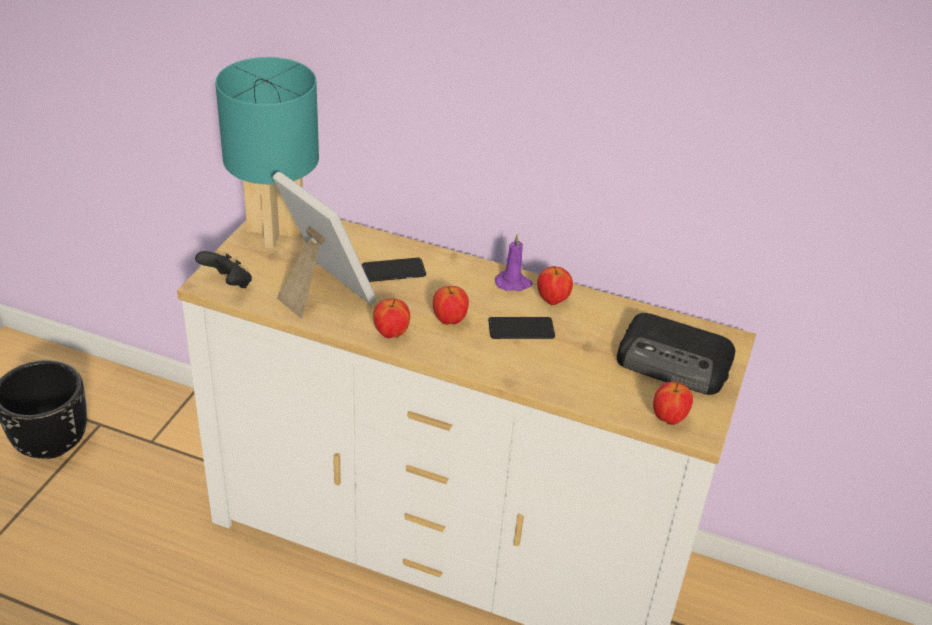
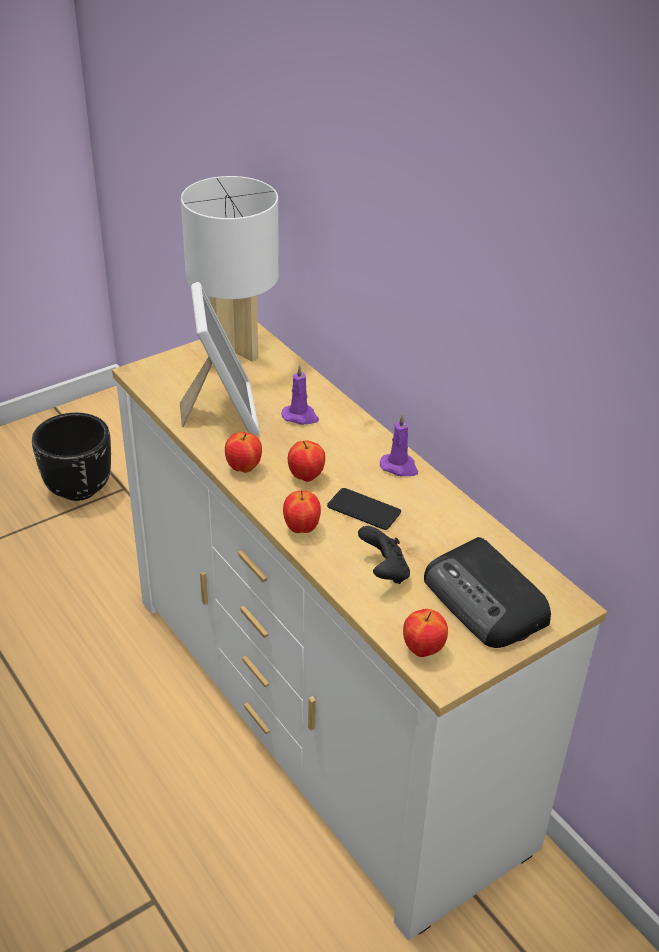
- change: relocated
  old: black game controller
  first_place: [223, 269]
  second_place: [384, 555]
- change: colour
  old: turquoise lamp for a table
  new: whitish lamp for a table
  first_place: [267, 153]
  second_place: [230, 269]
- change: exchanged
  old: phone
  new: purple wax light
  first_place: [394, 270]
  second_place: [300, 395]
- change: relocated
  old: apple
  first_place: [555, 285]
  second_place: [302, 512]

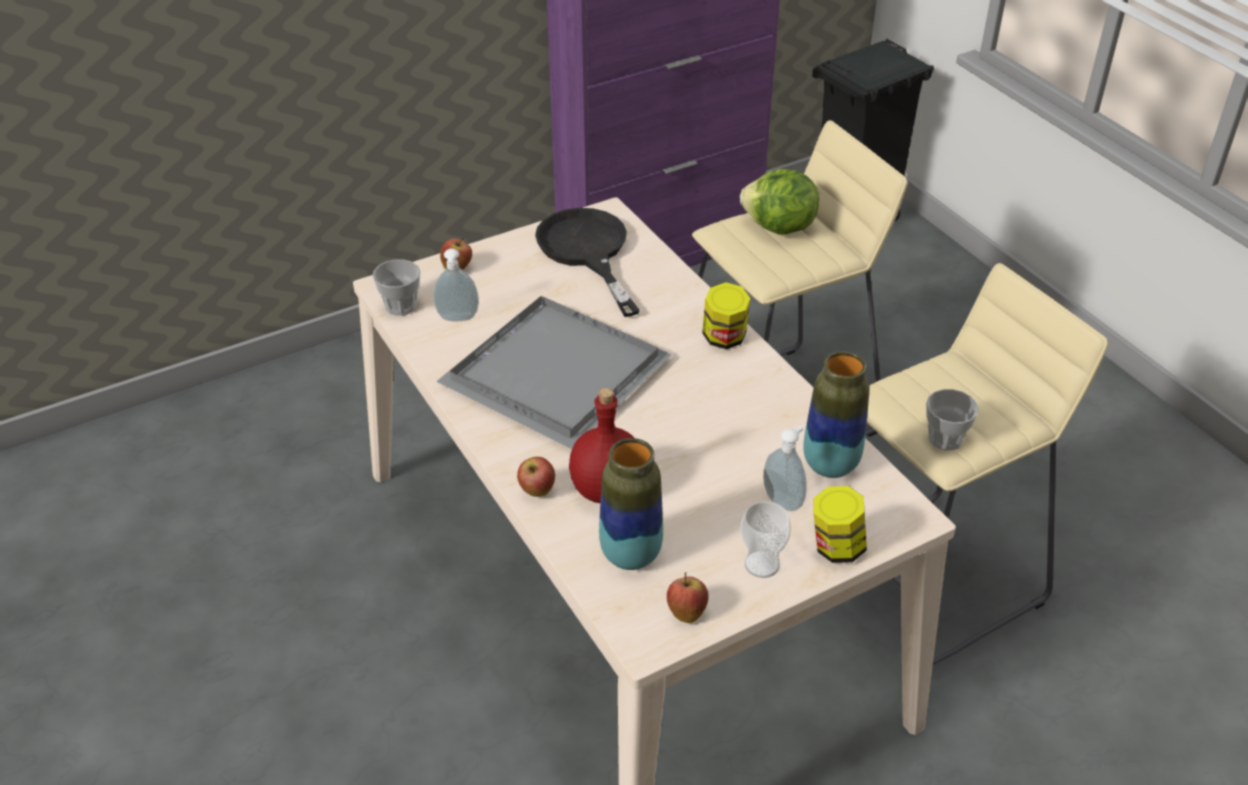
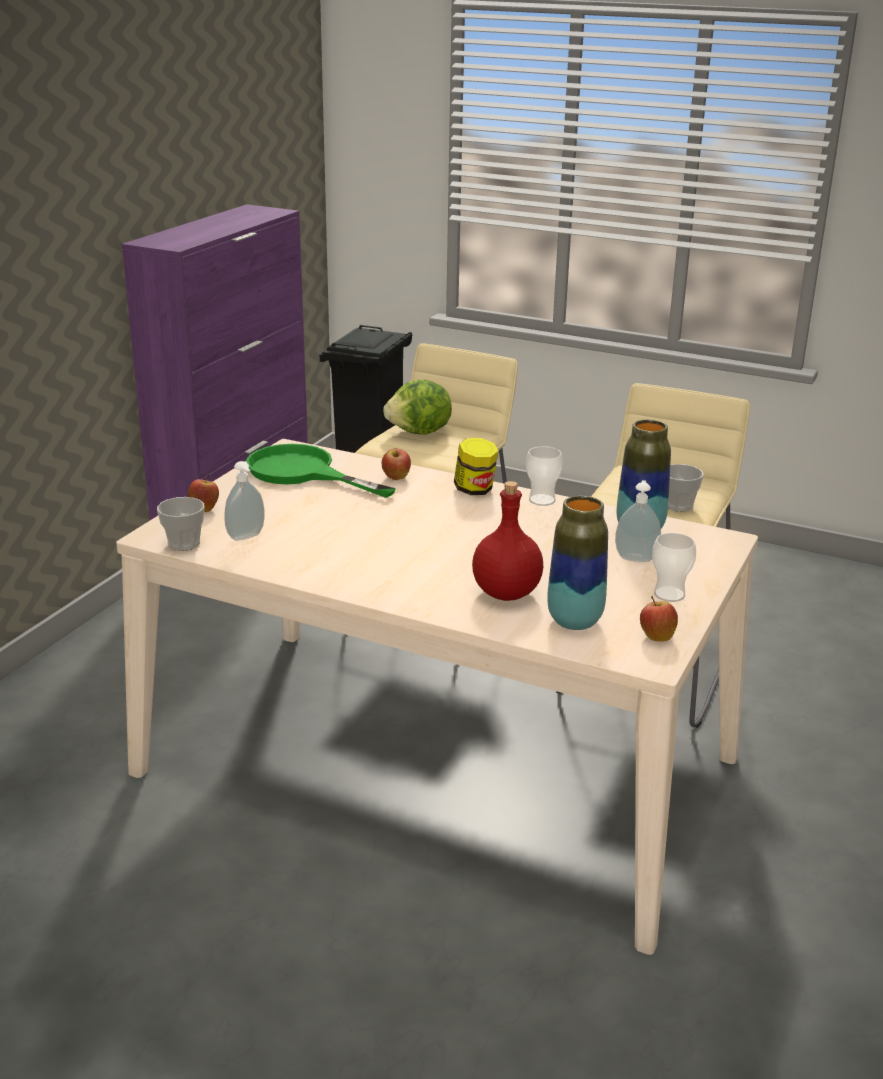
- change: missing
  old: gray serving tray
  first_place: [554, 372]
- change: relocated
  old: apple
  first_place: [536, 477]
  second_place: [396, 464]
- change: colour
  old: black pan
  new: greenish pan
  first_place: [587, 262]
  second_place: [321, 471]
- change: missing
  old: jar
  first_place: [840, 524]
- change: appeared
  new: drinking cup
  second_place: [544, 476]

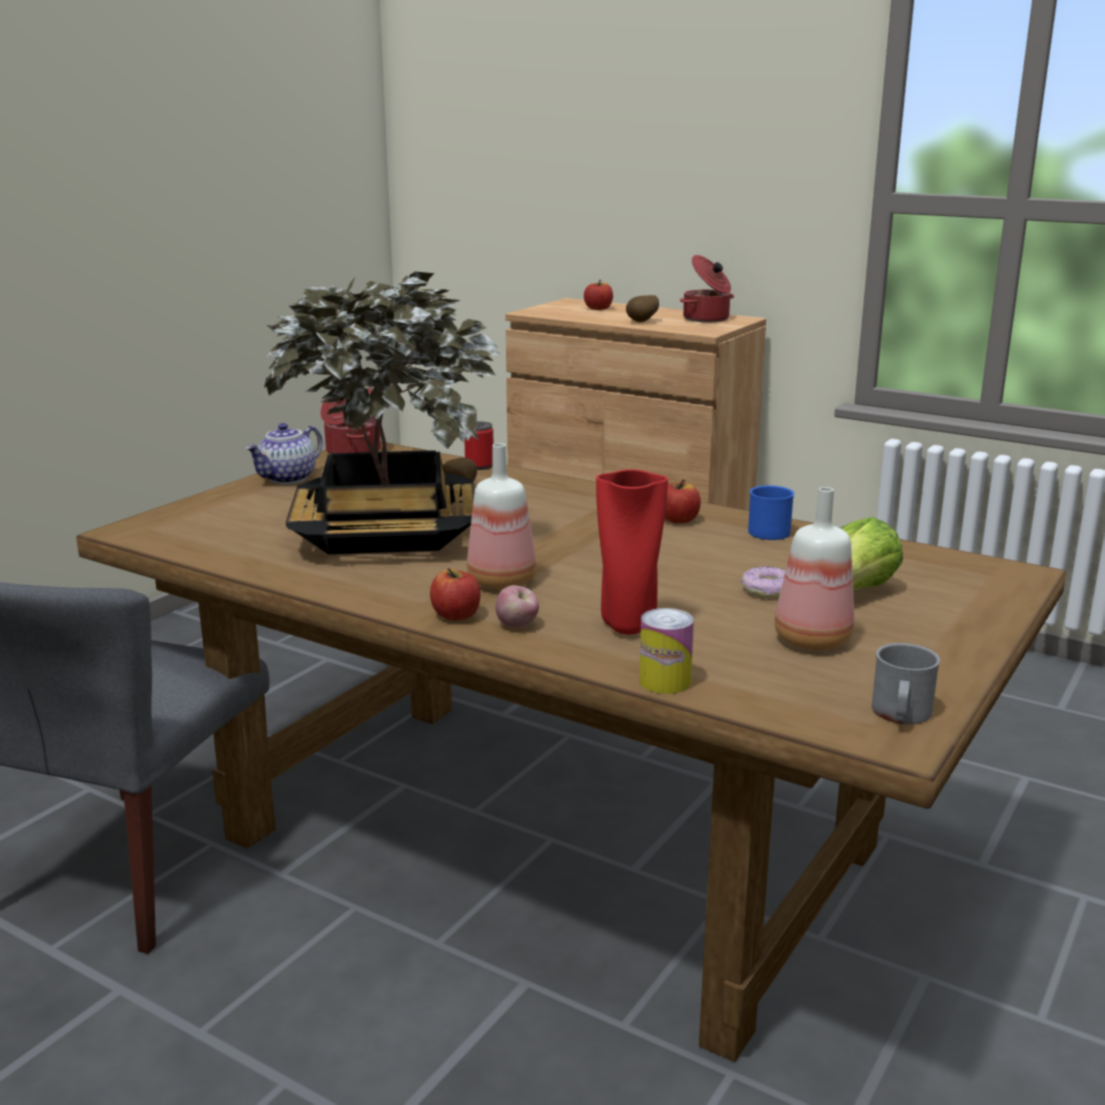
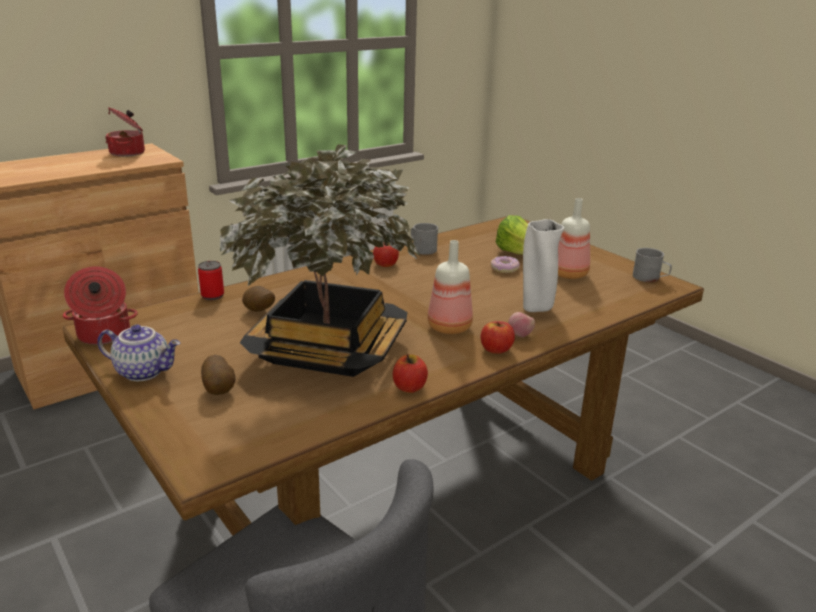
- change: spun
  old: teapot
  first_place: [284, 453]
  second_place: [138, 352]
  degrees: -45
- change: relocated
  old: apple
  first_place: [598, 295]
  second_place: [410, 373]
- change: colour
  old: red decorative vase
  new: whitish decorative vase
  first_place: [632, 552]
  second_place: [543, 265]
- change: relocated
  old: potato
  first_place: [642, 308]
  second_place: [218, 375]
- change: missing
  old: metal can
  first_place: [666, 651]
- change: colour
  old: bluish coffee mug
  new: gray coffee mug
  first_place: [771, 512]
  second_place: [424, 239]

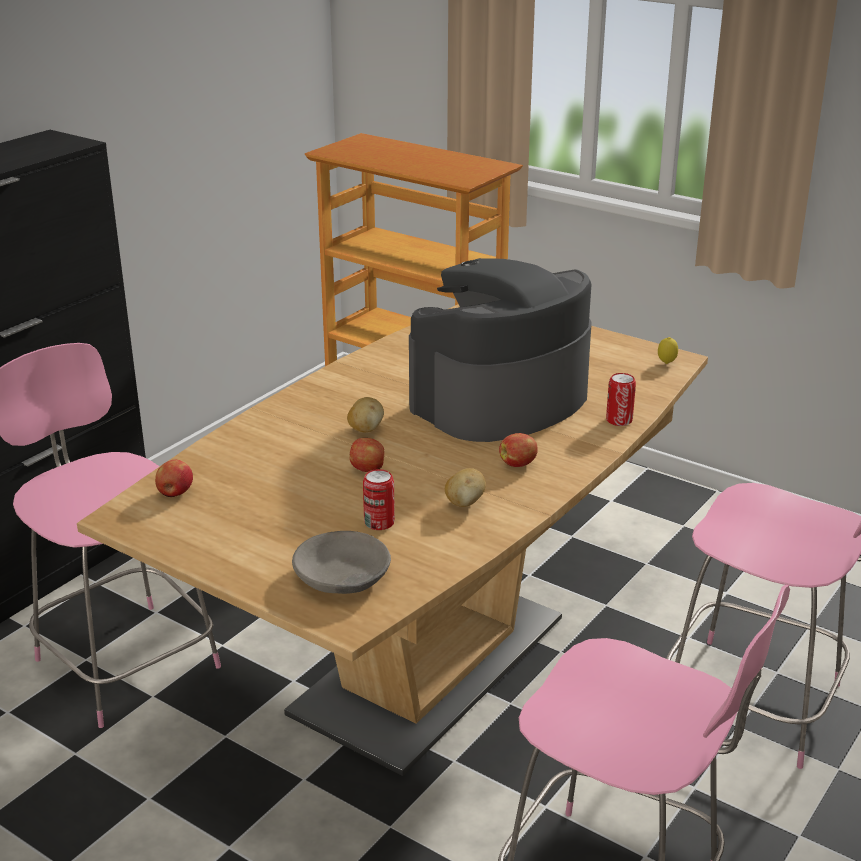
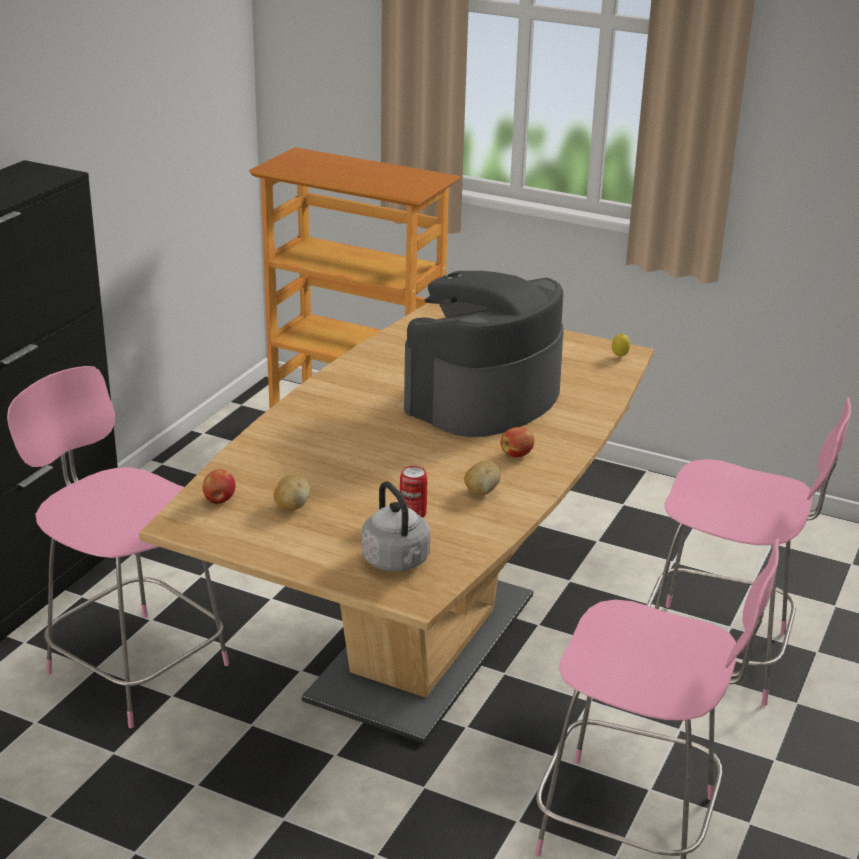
- change: exchanged
  old: gray serving bowl
  new: gray kettle
  first_place: [341, 562]
  second_place: [396, 526]
- change: relocated
  old: potato
  first_place: [365, 414]
  second_place: [291, 492]
- change: missing
  old: apple
  first_place: [366, 455]
- change: missing
  old: metal can
  first_place: [621, 399]

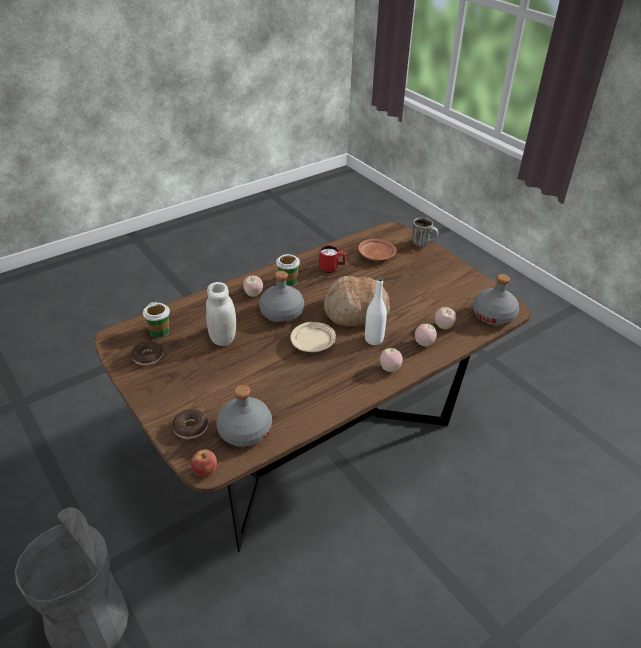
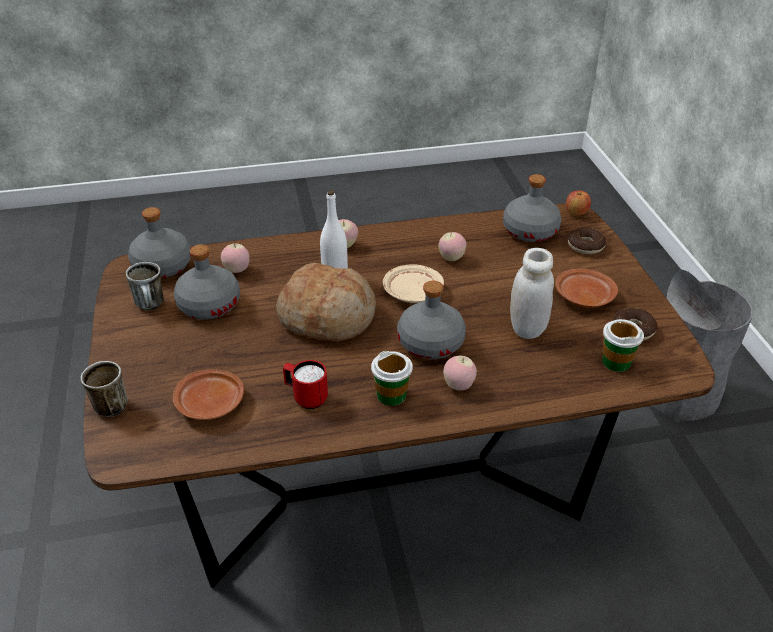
- change: relocated
  old: apple
  first_place: [426, 335]
  second_place: [452, 246]
- change: appeared
  new: coffee mug
  second_place: [145, 286]
- change: appeared
  new: gray beverage bottle
  second_place: [207, 282]
- change: appeared
  new: brown flat dish
  second_place: [586, 288]

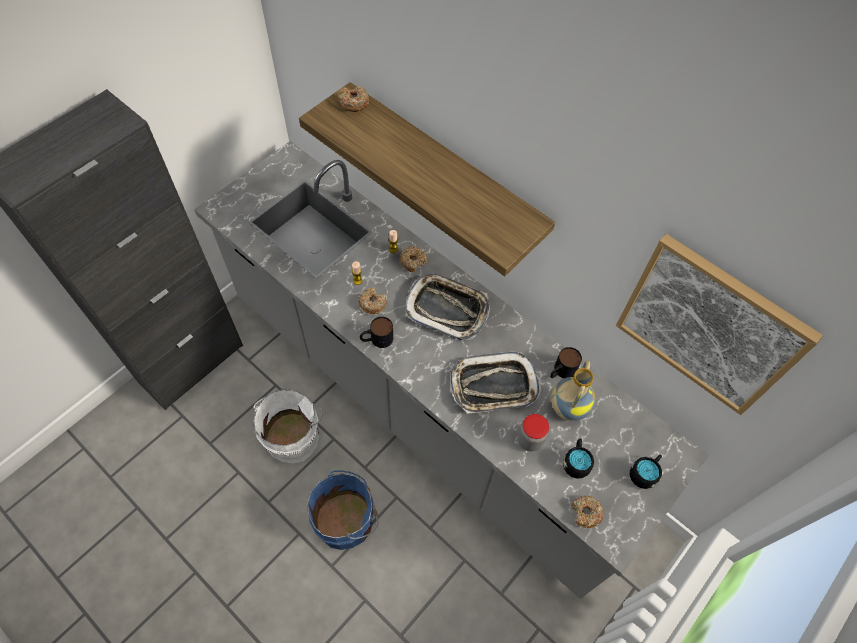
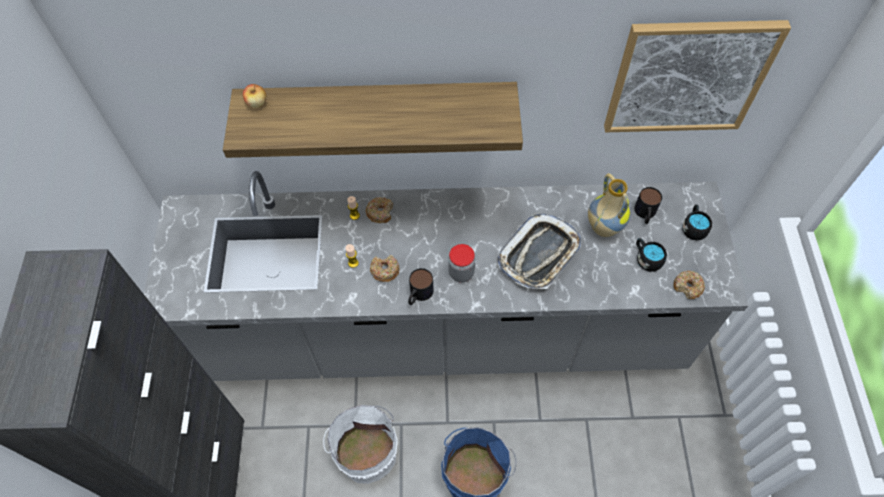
- change: exchanged
  old: donut
  new: apple
  first_place: [354, 99]
  second_place: [255, 96]
- change: missing
  old: serving tray
  first_place: [448, 307]
- change: relocated
  old: jar
  first_place: [533, 432]
  second_place: [461, 263]
- change: relocated
  old: coffee mug
  first_place: [566, 362]
  second_place: [648, 205]

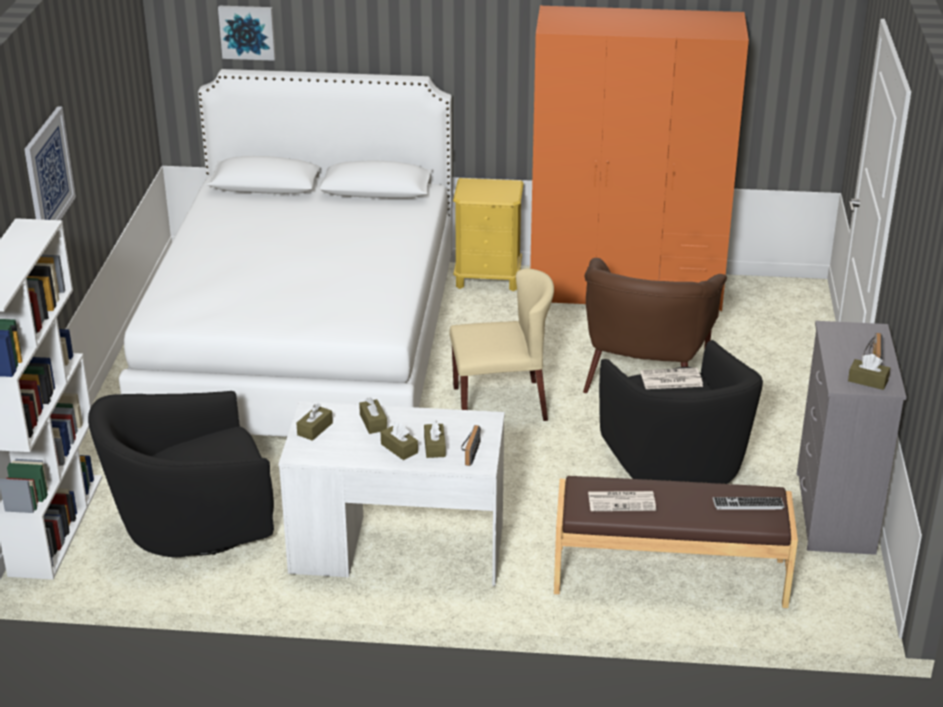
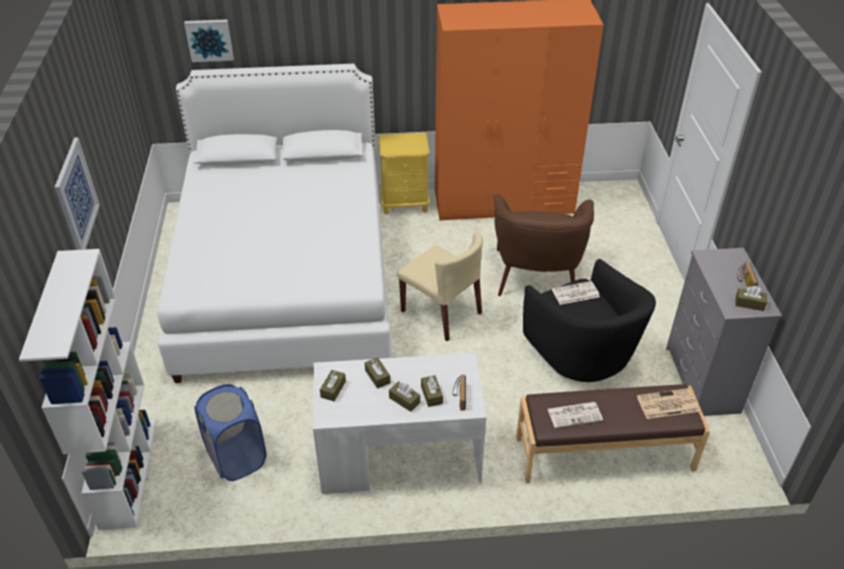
- change: exchanged
  old: black easy chair
  new: bluish washing basket
  first_place: [181, 474]
  second_place: [231, 432]
- change: spun
  old: beige-coloured chair
  first_place: [501, 344]
  second_place: [440, 287]
  degrees: 60
- change: exchanged
  old: computer keyboard
  new: daily paper
  first_place: [749, 503]
  second_place: [668, 403]

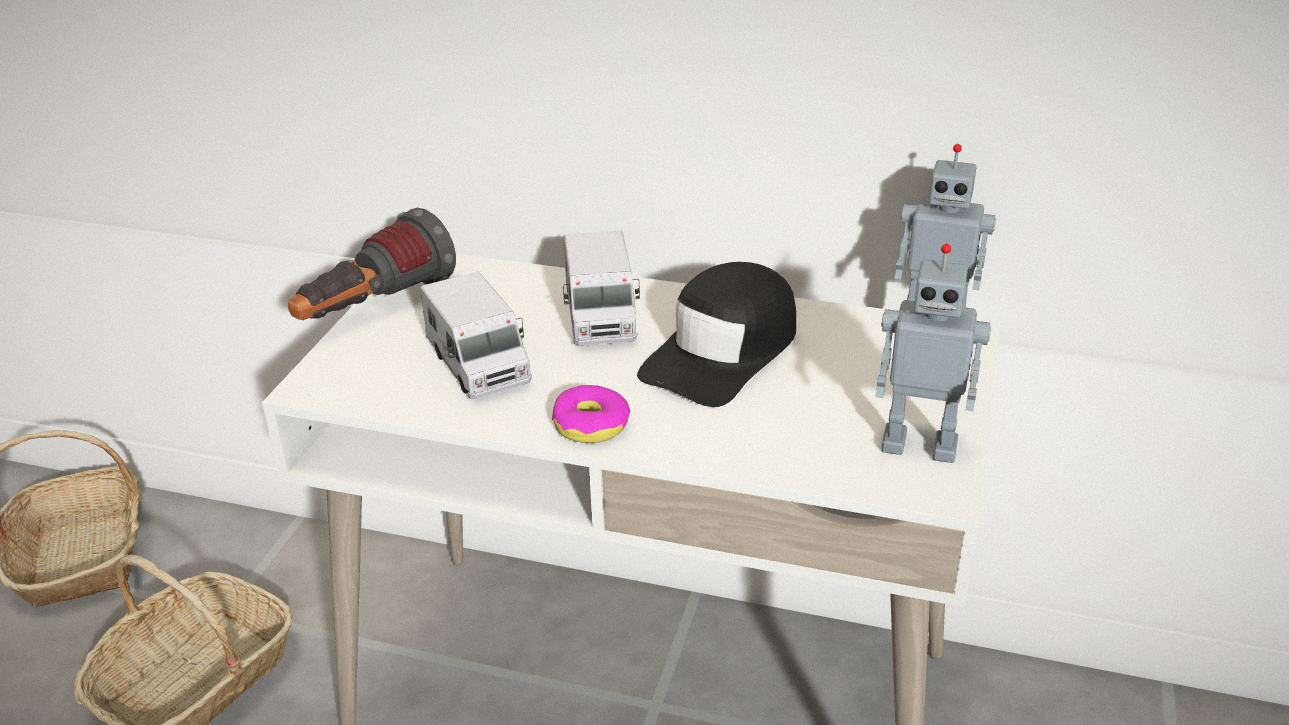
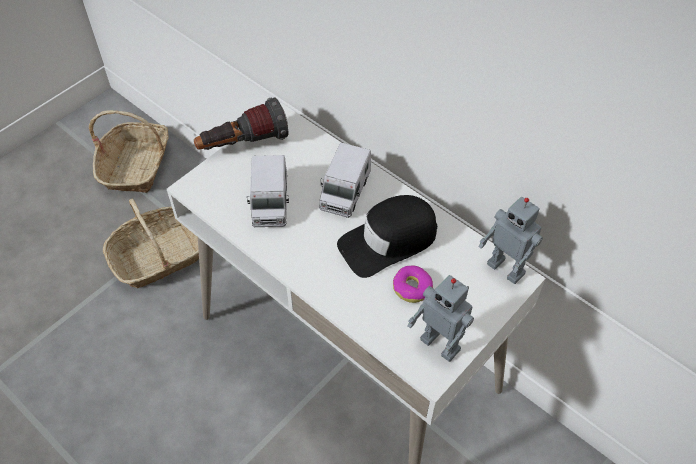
- change: relocated
  old: donut
  first_place: [591, 414]
  second_place: [413, 284]

